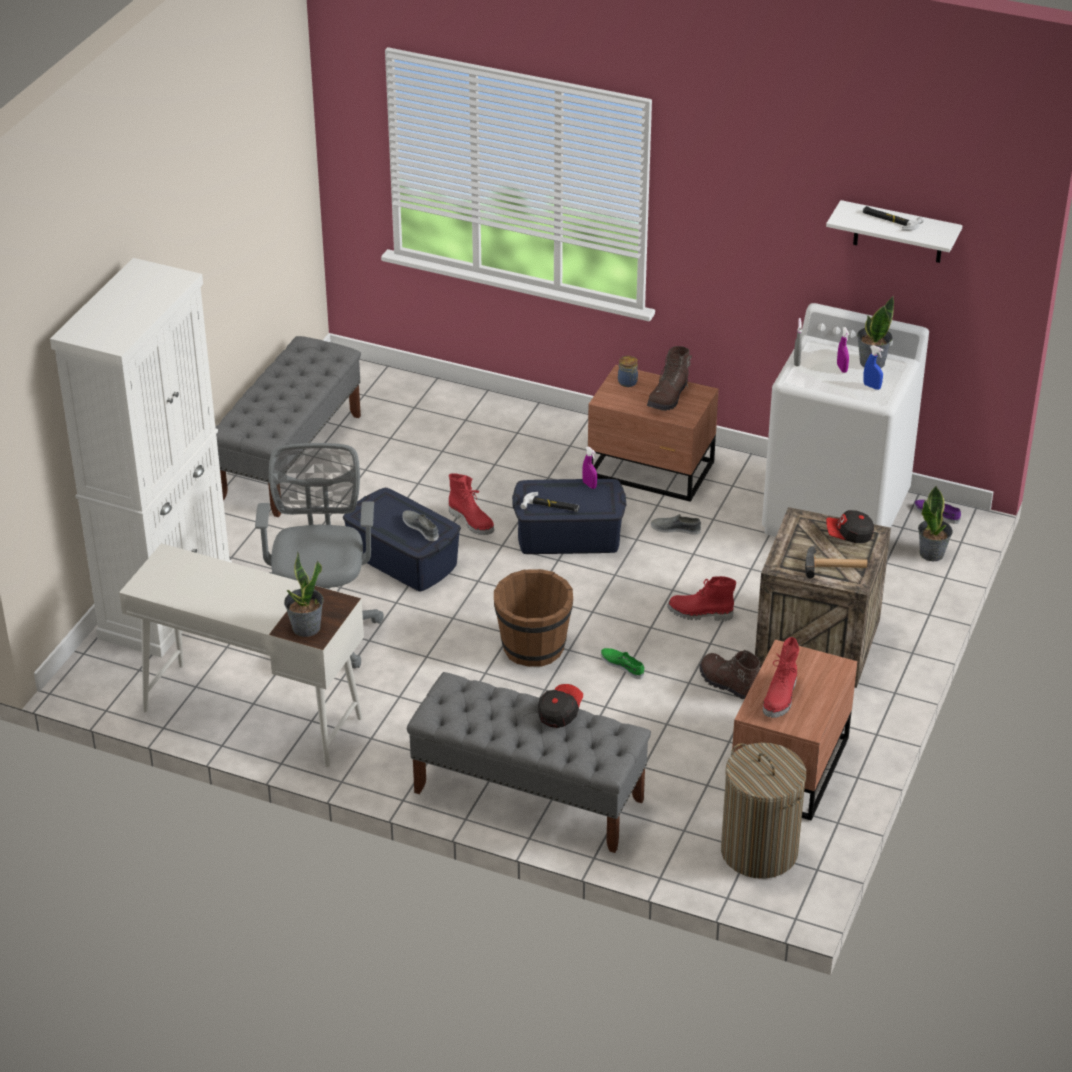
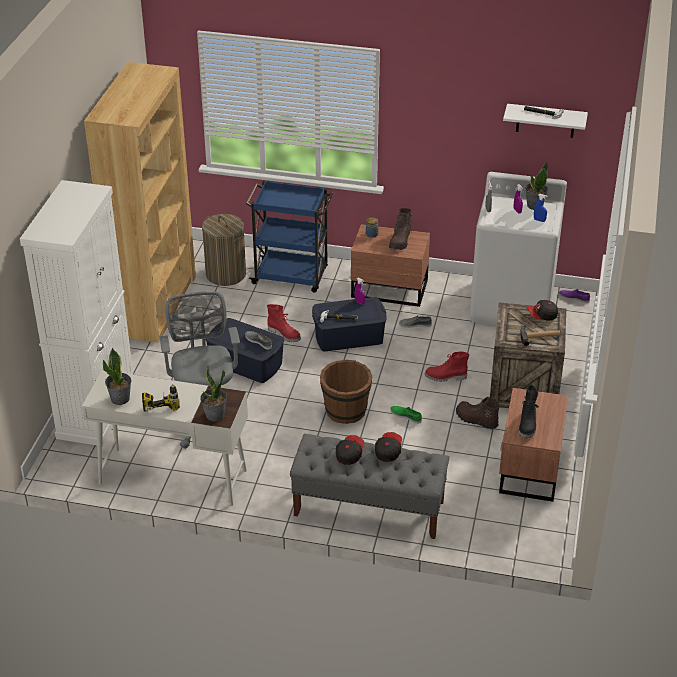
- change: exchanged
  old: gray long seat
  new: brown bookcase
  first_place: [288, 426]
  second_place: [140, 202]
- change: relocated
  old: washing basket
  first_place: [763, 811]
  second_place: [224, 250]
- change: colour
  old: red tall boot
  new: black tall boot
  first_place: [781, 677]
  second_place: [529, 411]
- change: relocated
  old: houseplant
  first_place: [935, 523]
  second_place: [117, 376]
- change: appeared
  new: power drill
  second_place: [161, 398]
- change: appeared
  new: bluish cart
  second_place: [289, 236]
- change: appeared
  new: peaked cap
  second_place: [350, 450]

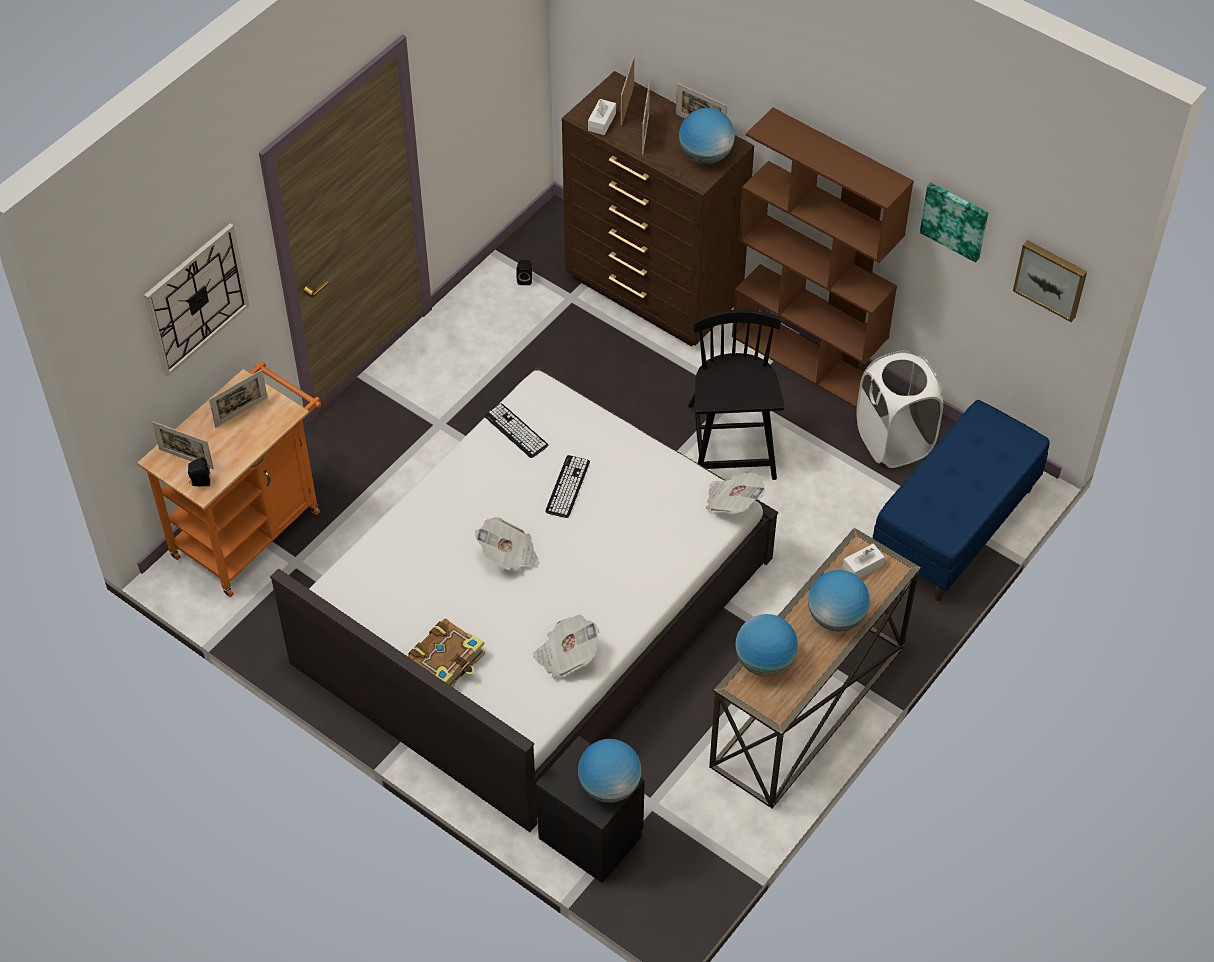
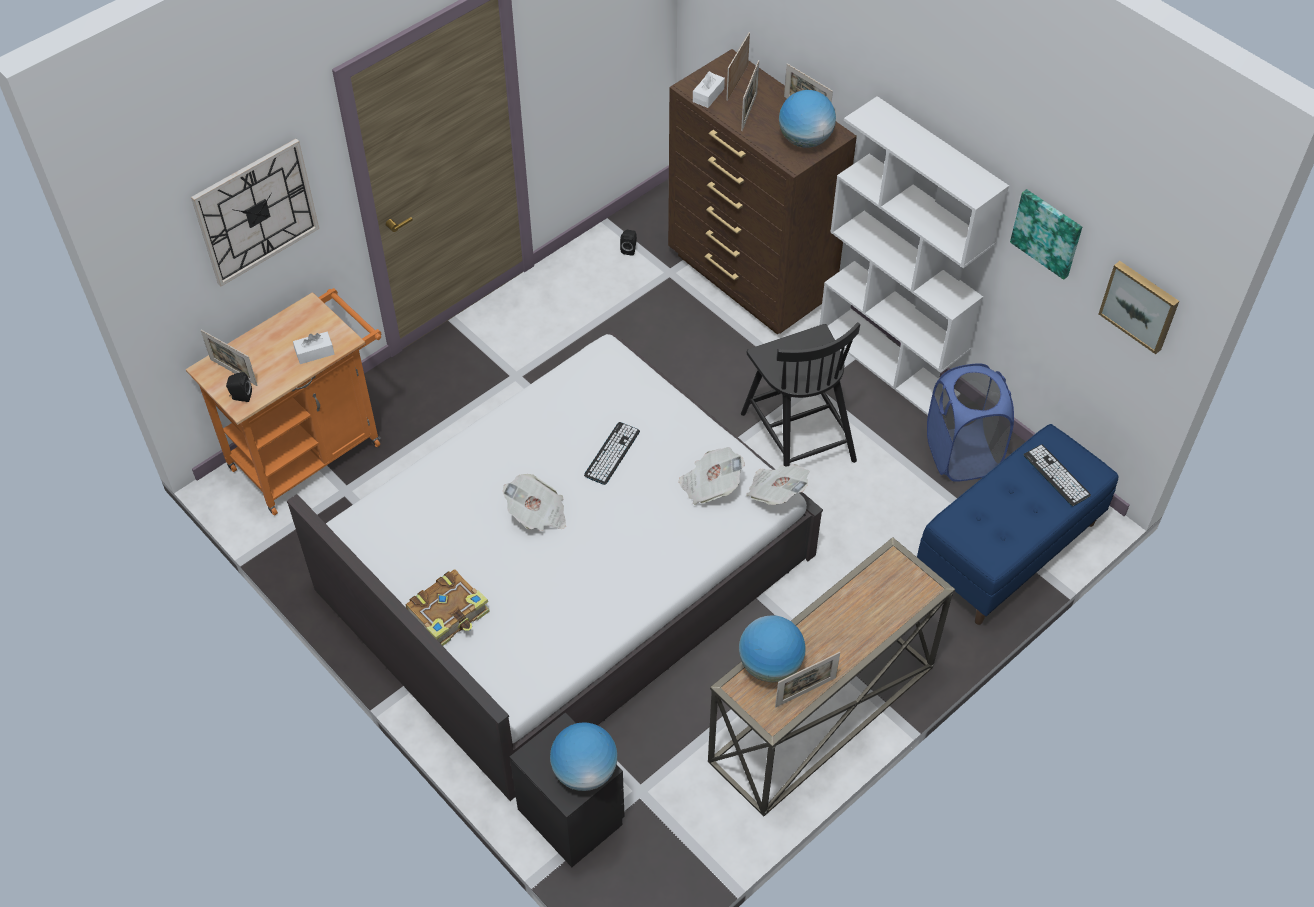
- change: relocated
  old: standing frame
  first_place: [238, 398]
  second_place: [807, 680]
- change: relocated
  old: computer keyboard
  first_place: [516, 430]
  second_place: [1057, 475]
- change: relocated
  old: daily paper
  first_place: [566, 647]
  second_place: [711, 476]
- change: spun
  old: black chair
  first_place: [736, 395]
  second_place: [800, 394]
  degrees: 150
- change: colour
  old: brown bookcase
  new: whitish bookcase
  first_place: [823, 258]
  second_place: [914, 255]
- change: missing
  old: globe
  first_place: [839, 601]
- change: relocated
  old: whitish tissue box
  first_place: [863, 561]
  second_place: [313, 348]
- change: colour
  old: whitish washing basket
  new: bluish washing basket
  first_place: [899, 409]
  second_place: [970, 422]

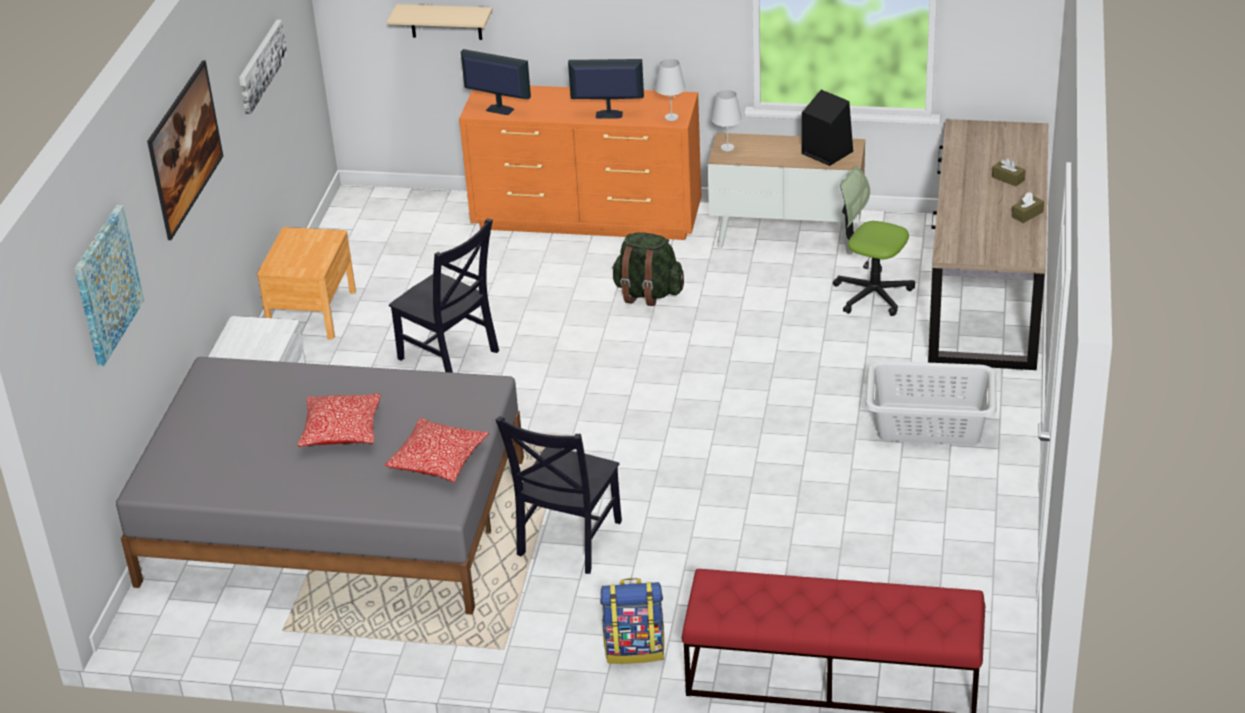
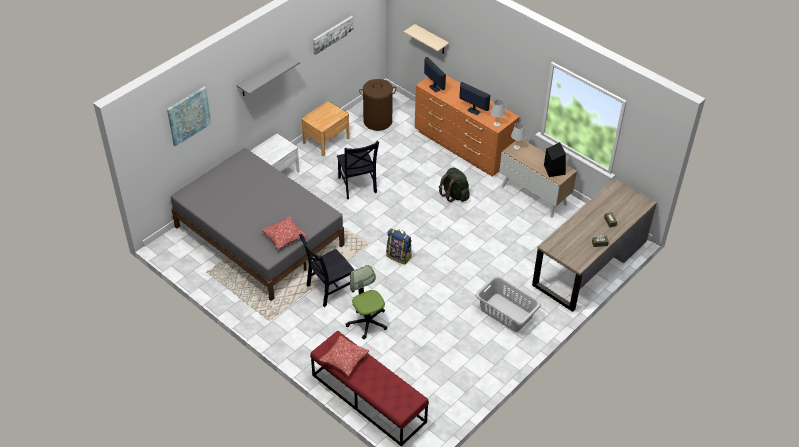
- change: exchanged
  old: wall picture
  new: gray bracket shelf
  first_place: [185, 150]
  second_place: [268, 75]
- change: relocated
  old: throw pillow
  first_place: [339, 420]
  second_place: [344, 355]
- change: relocated
  old: knapsack
  first_place: [632, 621]
  second_place: [399, 246]
- change: relocated
  old: desk chair
  first_place: [874, 241]
  second_place: [366, 302]
- change: appeared
  new: brown washing basket
  second_place: [377, 105]

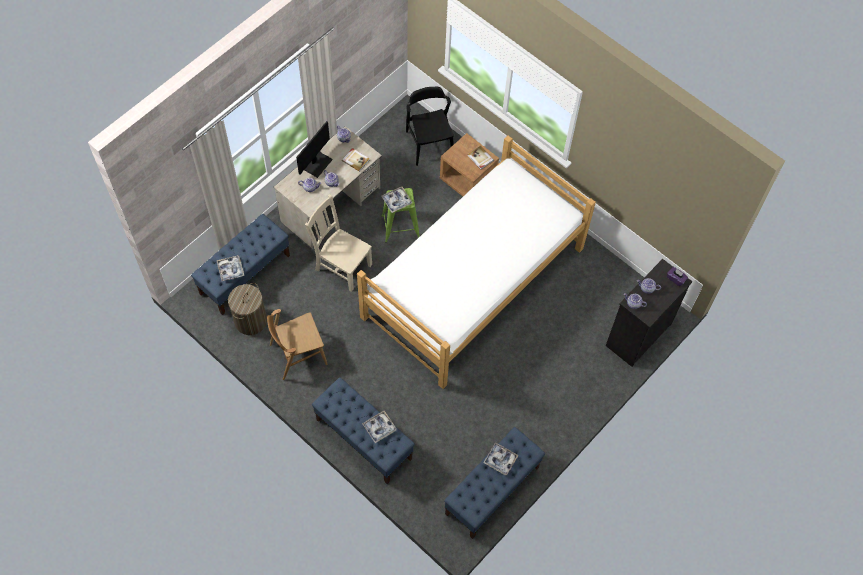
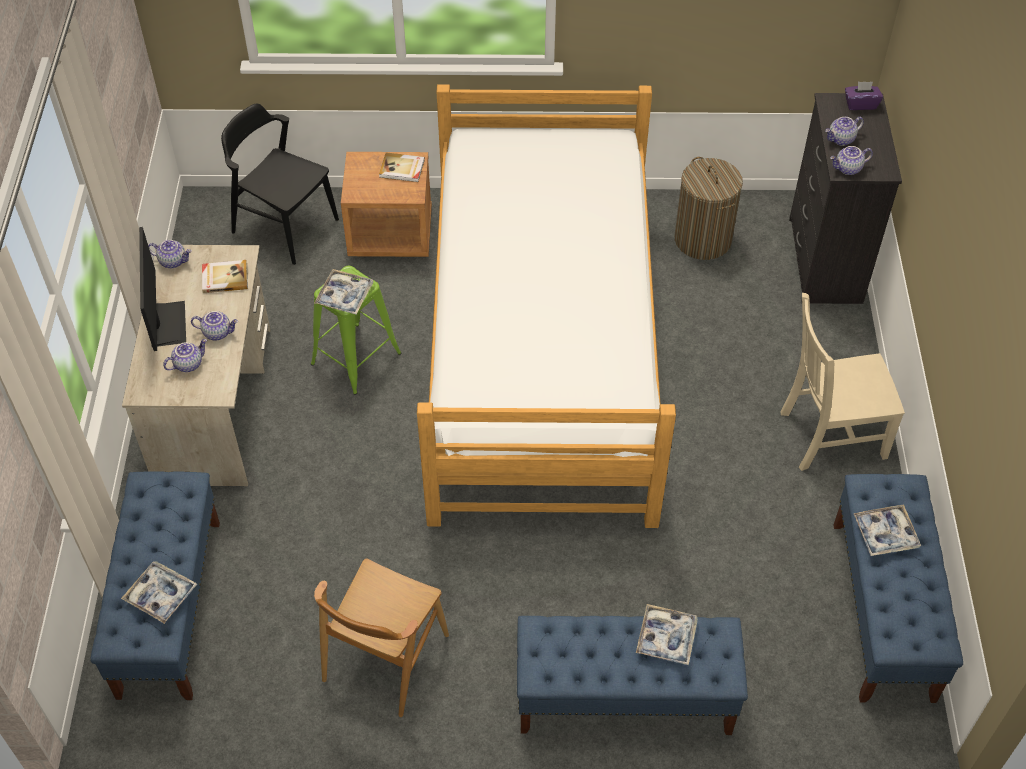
- change: relocated
  old: washing basket
  first_place: [247, 309]
  second_place: [709, 208]
- change: relocated
  old: beige-coloured chair
  first_place: [338, 243]
  second_place: [843, 382]

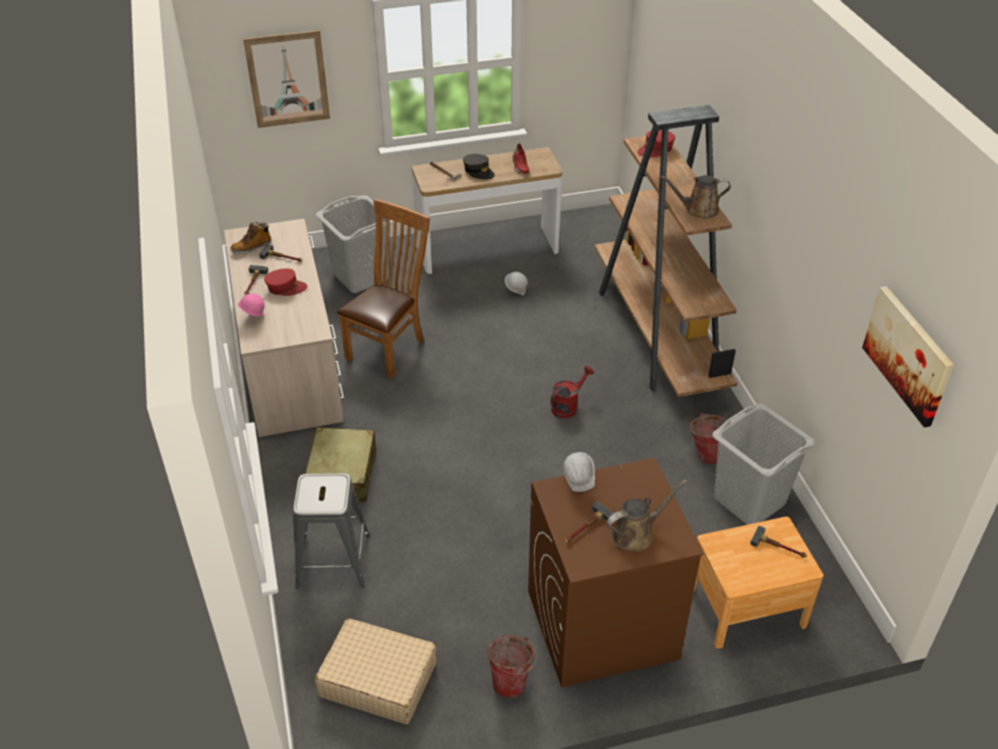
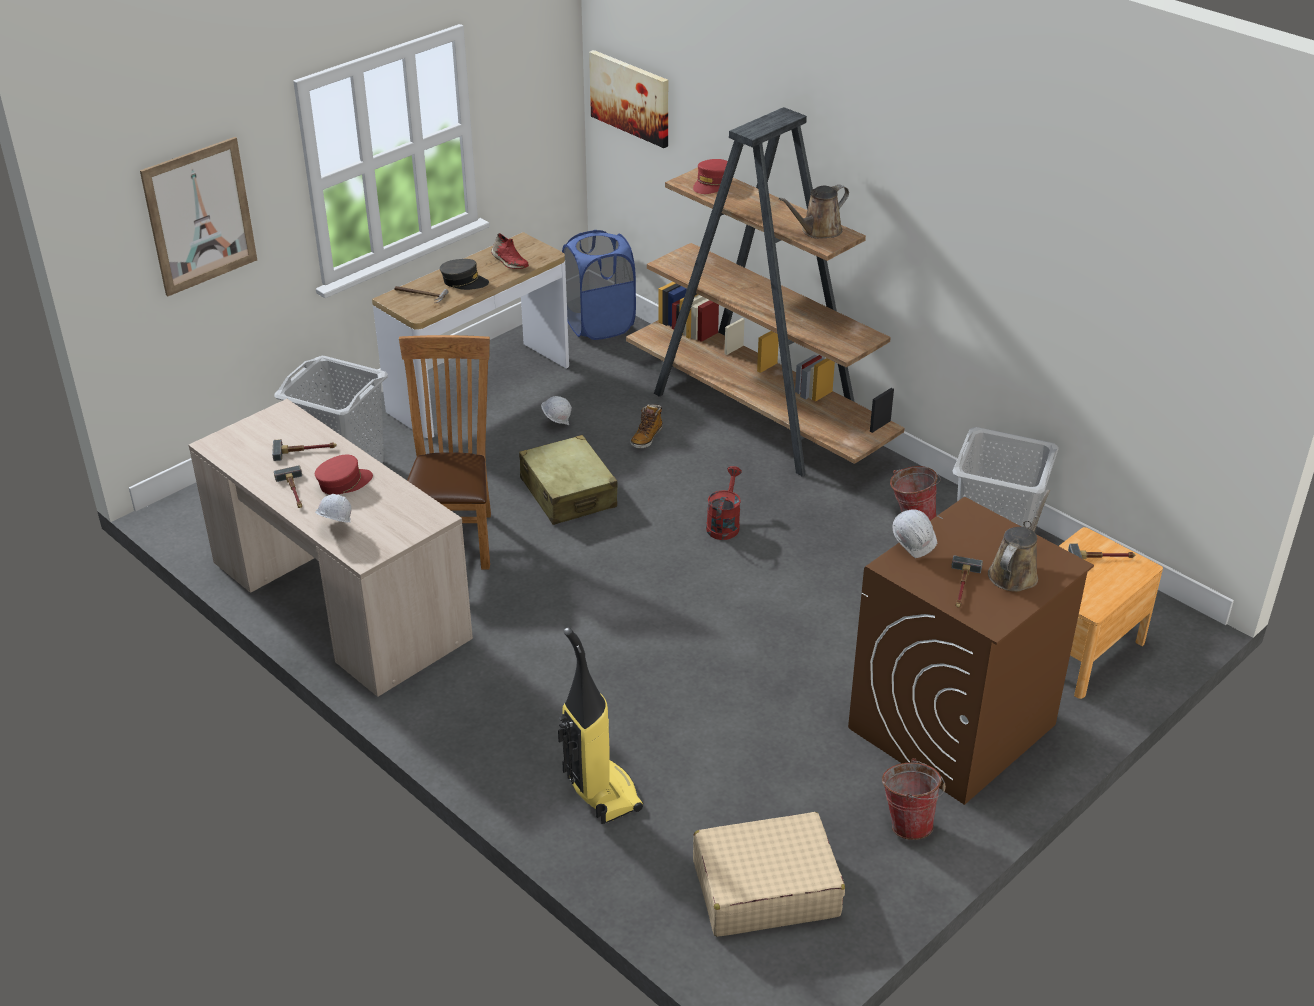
- change: relocated
  old: tall boot
  first_place: [251, 237]
  second_place: [646, 426]
- change: colour
  old: pinkish work helmet
  new: whitish work helmet
  first_place: [251, 304]
  second_place: [333, 508]
- change: exchanged
  old: gray sitting stool
  new: vacuum
  first_place: [331, 531]
  second_place: [600, 725]
- change: relocated
  old: beige-coloured piece of luggage
  first_place: [341, 464]
  second_place: [568, 480]
- change: relocated
  old: wall picture
  first_place: [908, 357]
  second_place: [628, 99]
- change: appeared
  new: bluish washing basket
  second_place: [599, 285]

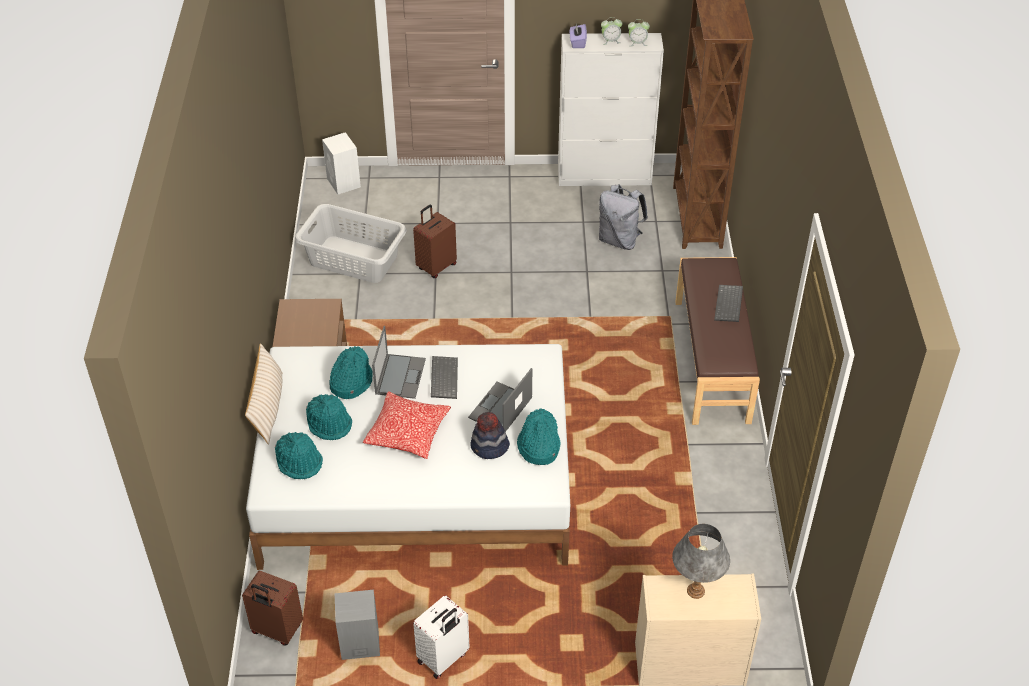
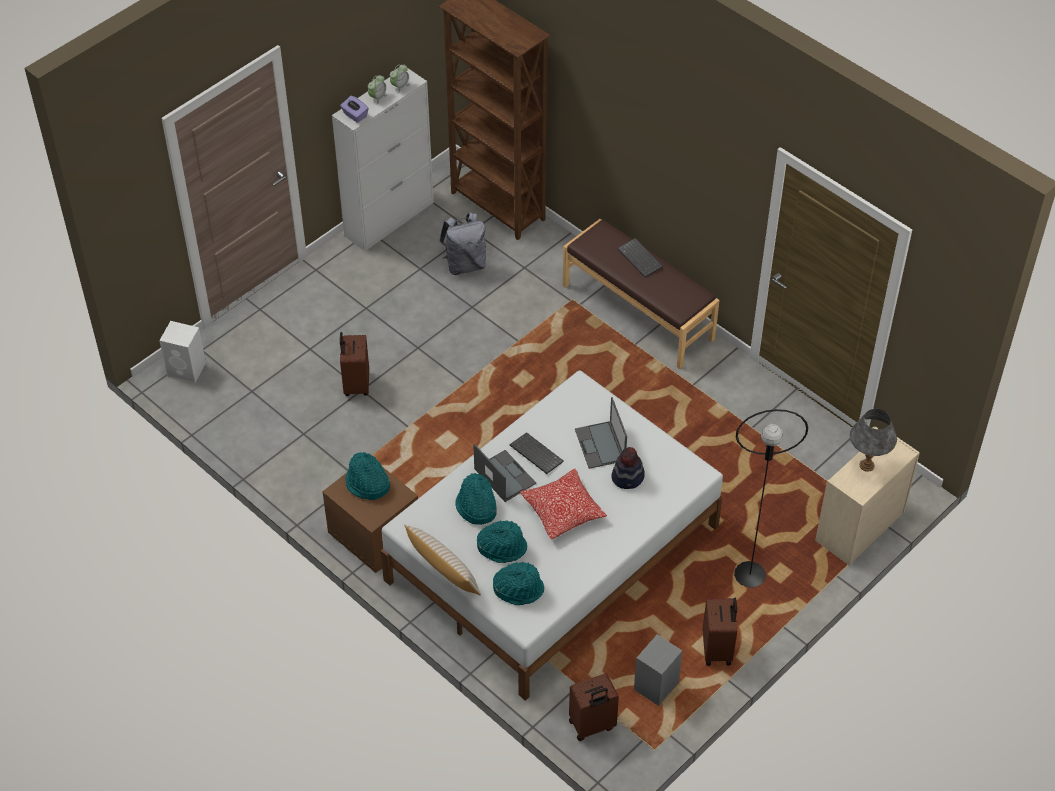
- change: missing
  old: gray washing basket
  first_place: [351, 243]
- change: colour
  old: whitish piece of luggage
  new: brown piece of luggage
  first_place: [441, 637]
  second_place: [720, 632]
- change: relocated
  old: turquoise wearable hat
  first_place: [539, 436]
  second_place: [368, 476]
- change: appeared
  new: black standard lamp
  second_place: [771, 498]

